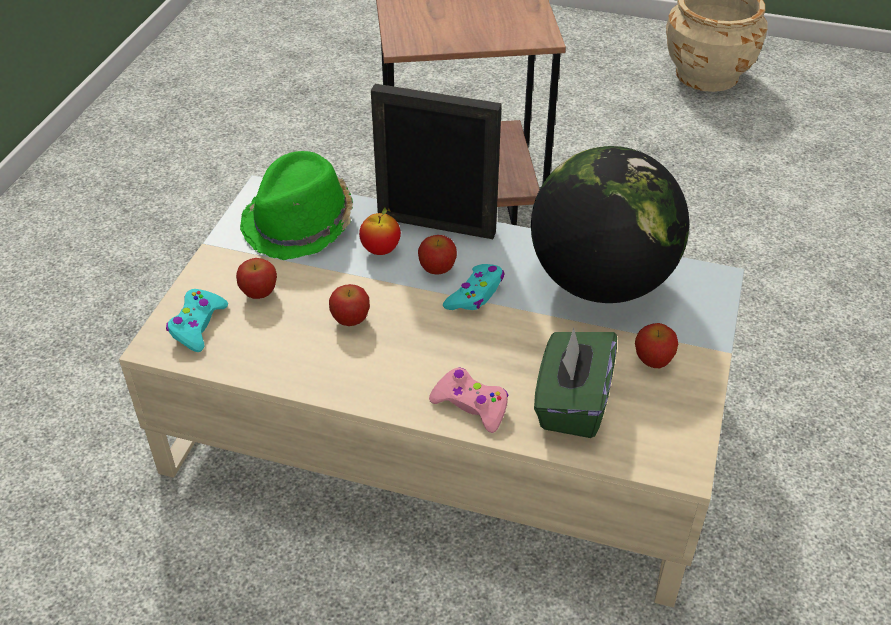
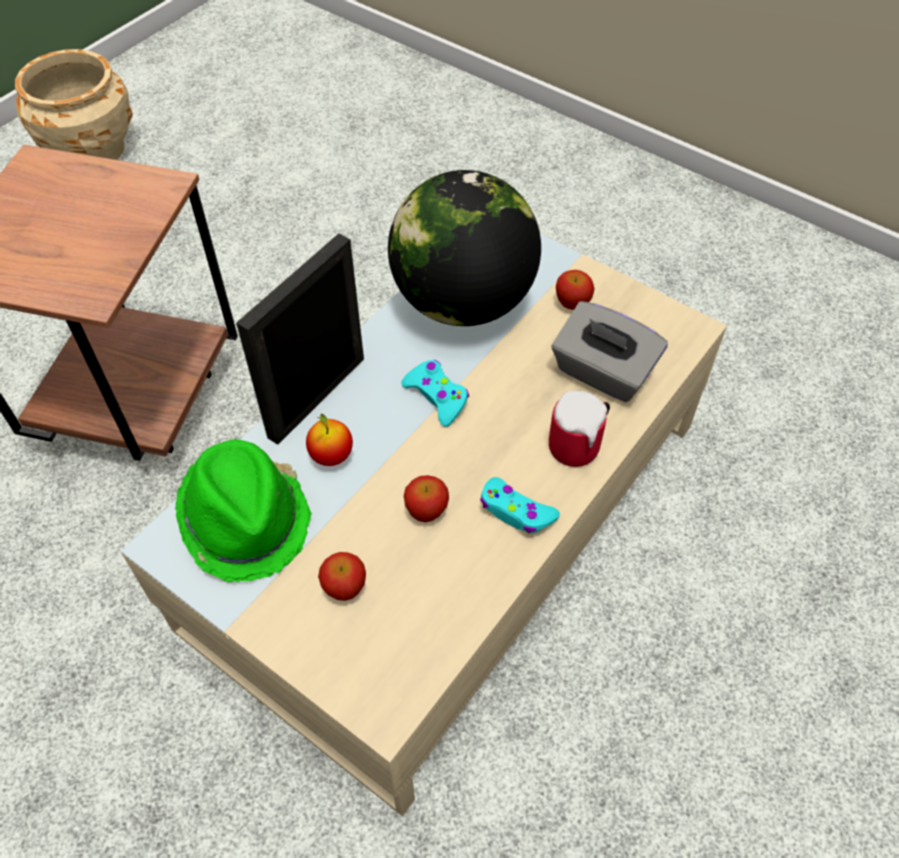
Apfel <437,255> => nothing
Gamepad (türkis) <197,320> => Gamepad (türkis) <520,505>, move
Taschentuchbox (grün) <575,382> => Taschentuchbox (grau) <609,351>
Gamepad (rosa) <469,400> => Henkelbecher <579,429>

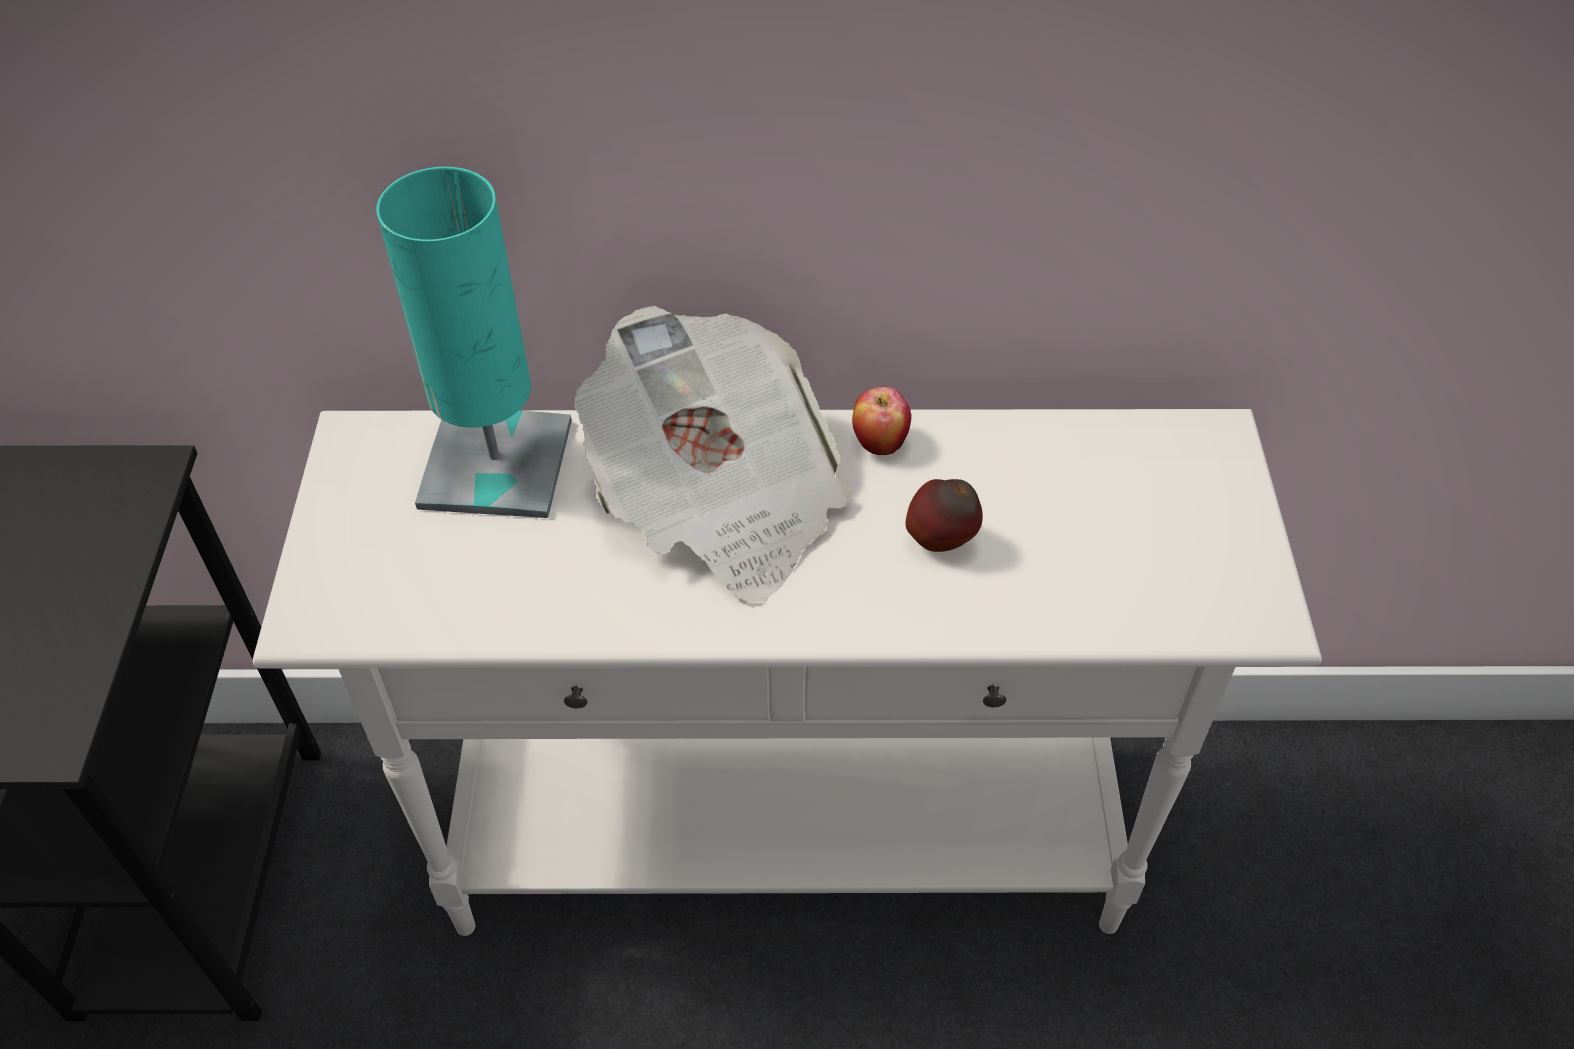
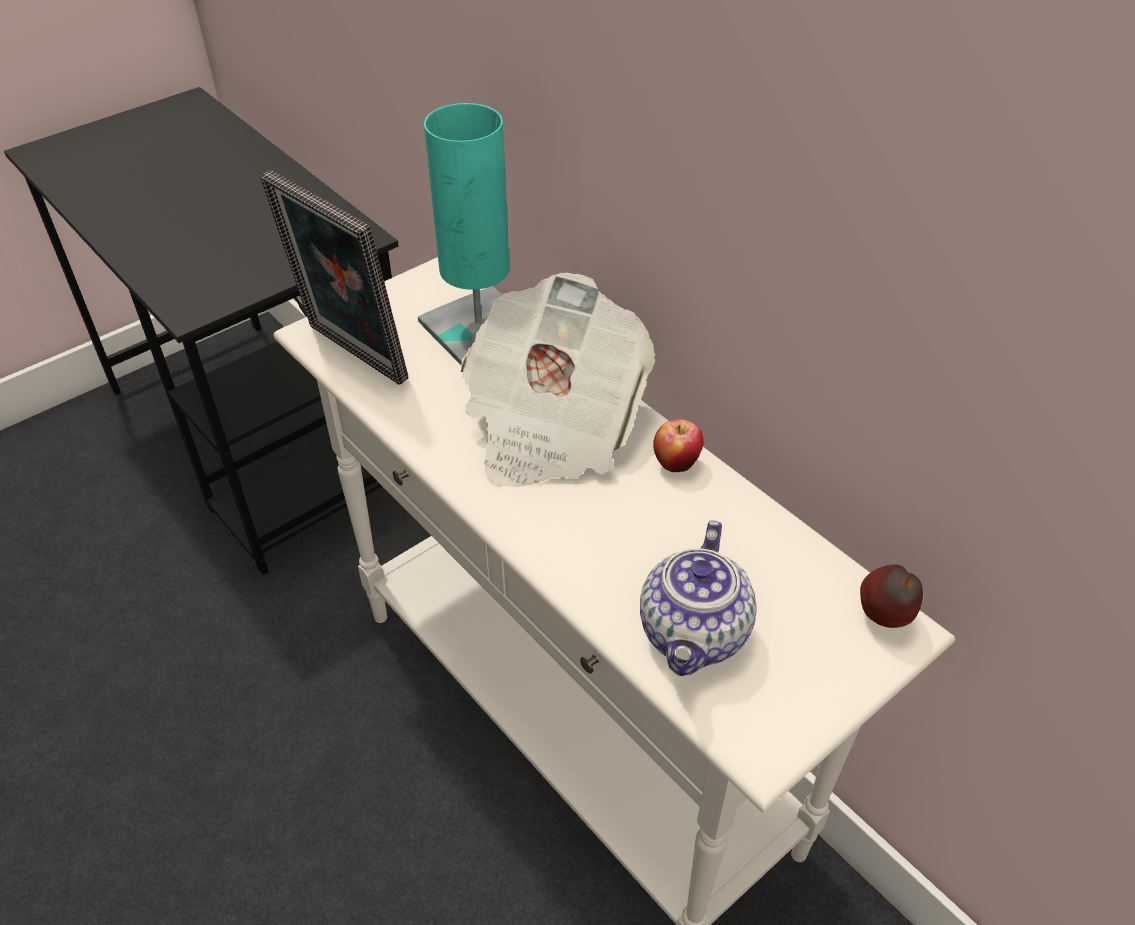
Apfel <944,515> => Apfel <891,596>, move
nothing => Bilderrahmen <334,277>
nothing => Teekanne <698,598>

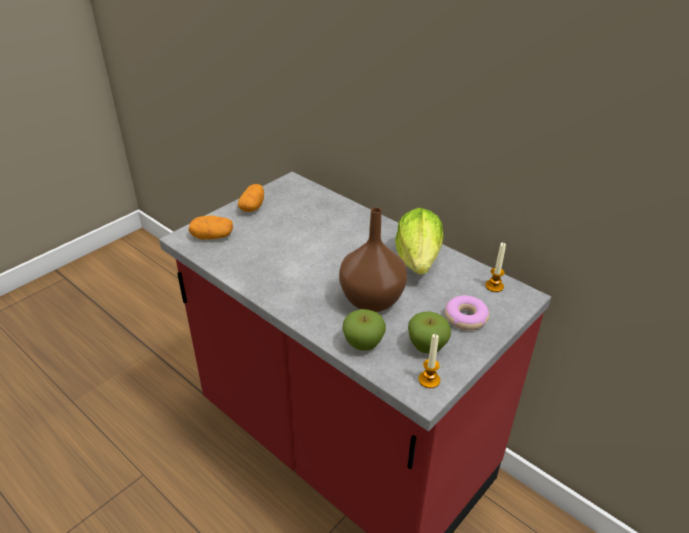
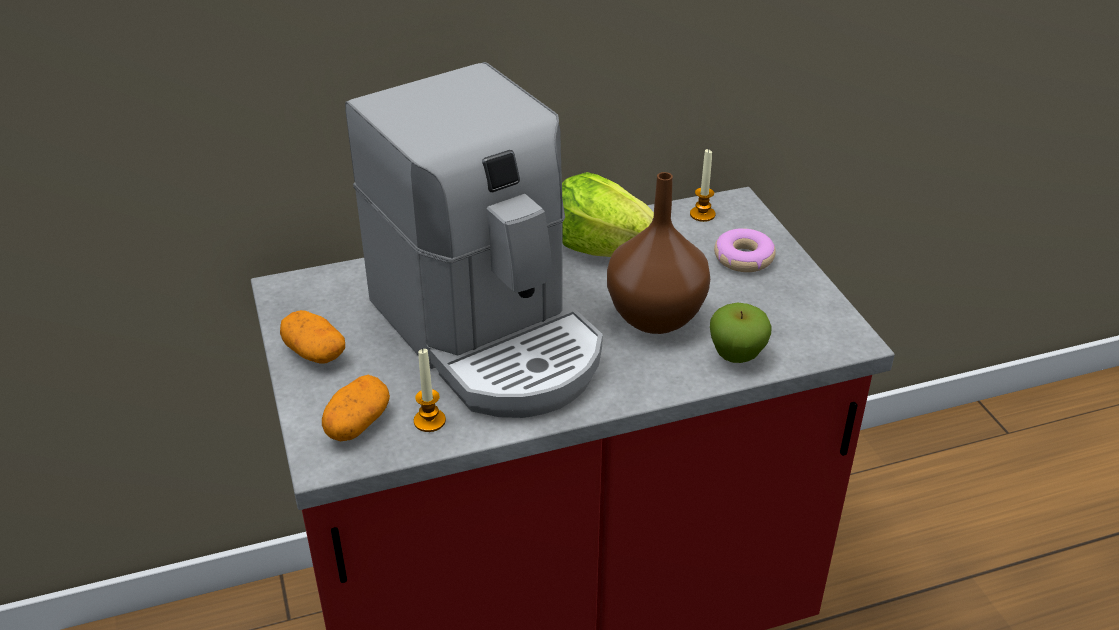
Apfel <429,332> => nothing
Kerze <429,361> => Kerze <430,390>, move
nothing => Kaffeemaschine <474,240>

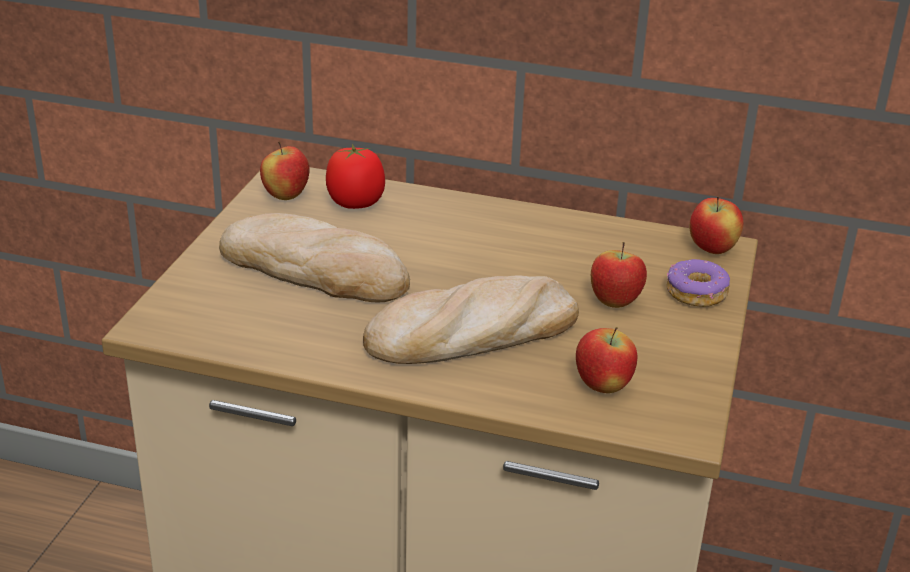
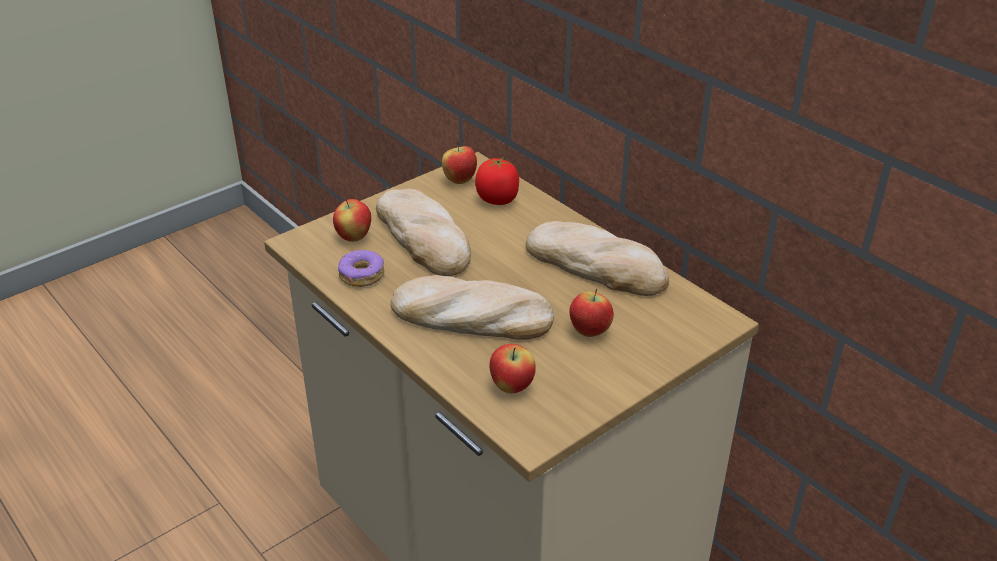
Apfel <716,225> => Apfel <352,220>, move
Donut <698,283> => Donut <361,268>, move
nothing => Brot <597,258>

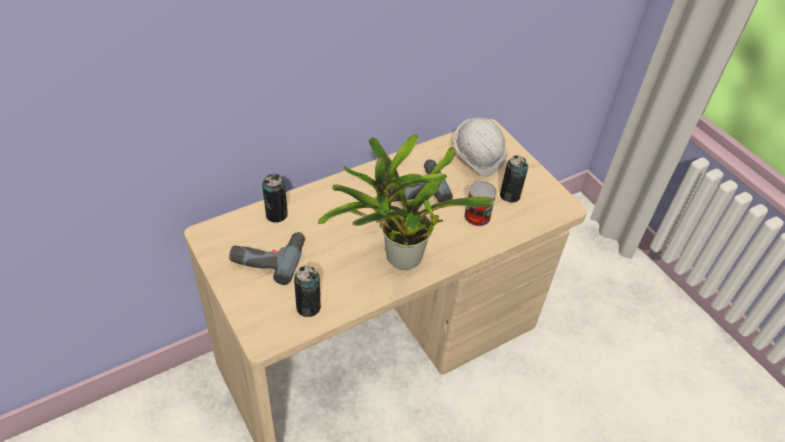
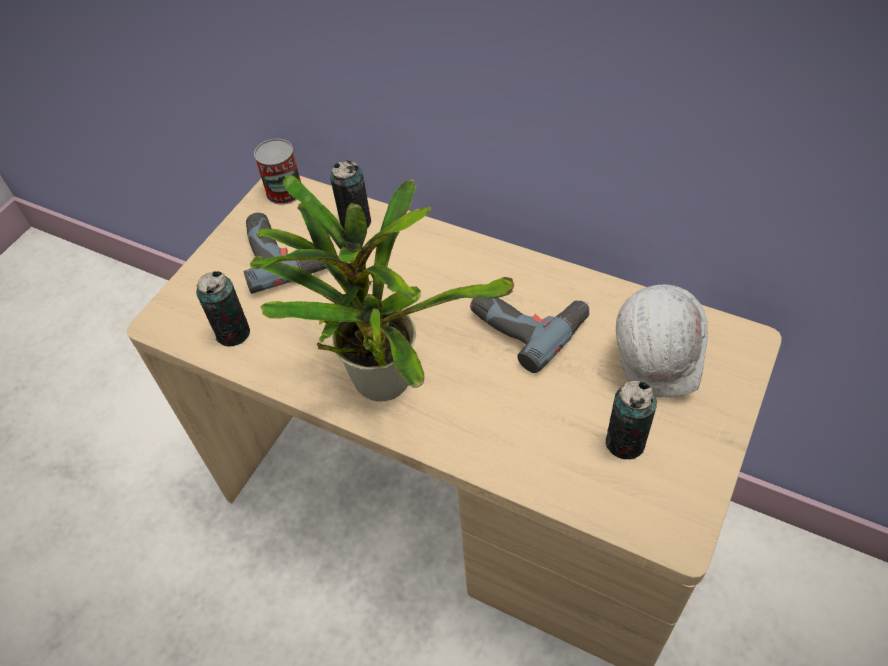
Dose <480,203> => Dose <277,172>, move

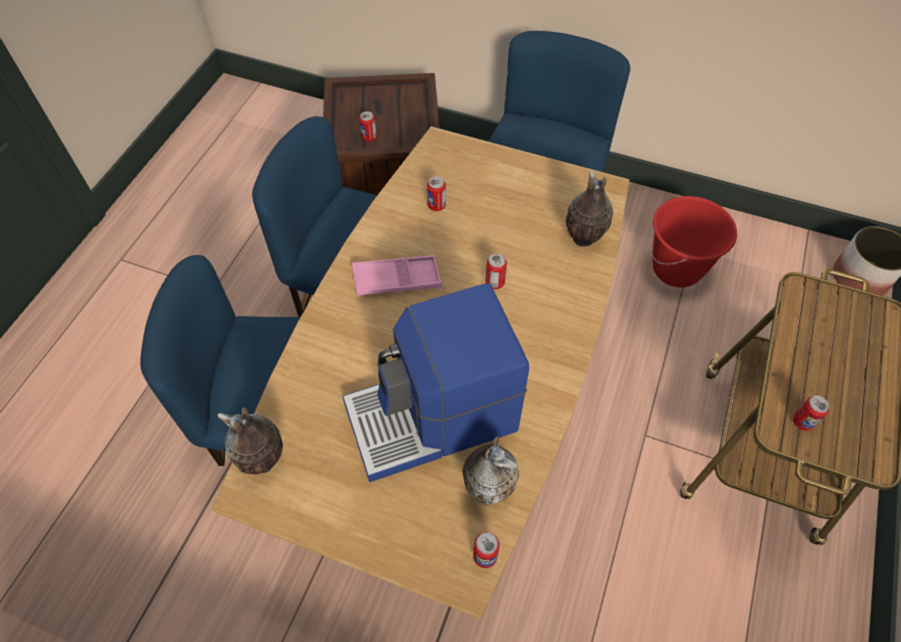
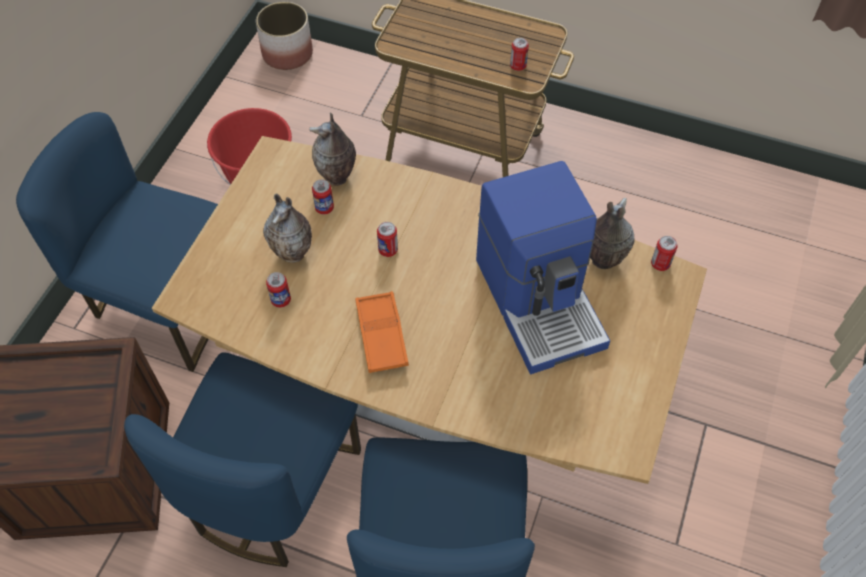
Dose <368,126> => Dose <323,197>, move
Tablett (rosa) <397,275> => Tablett (orange) <382,332>
Vase <250,441> => Vase <287,228>, move

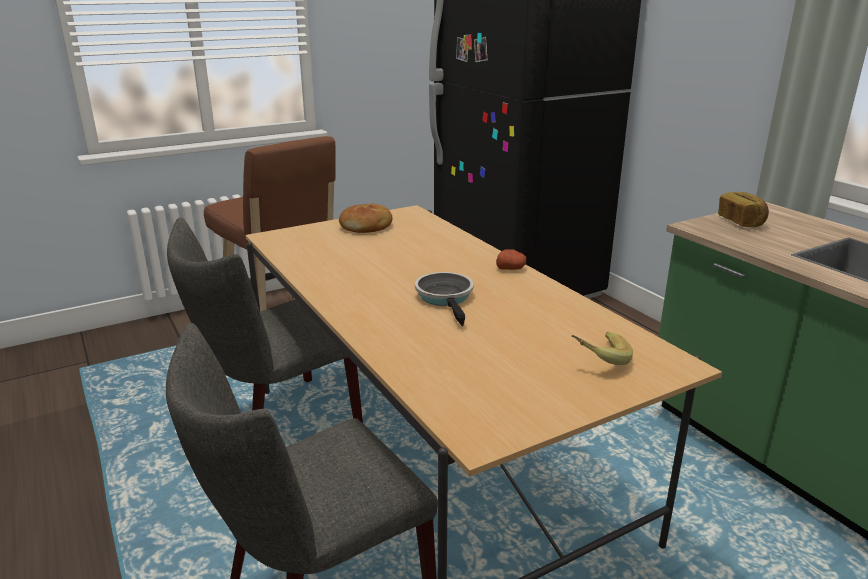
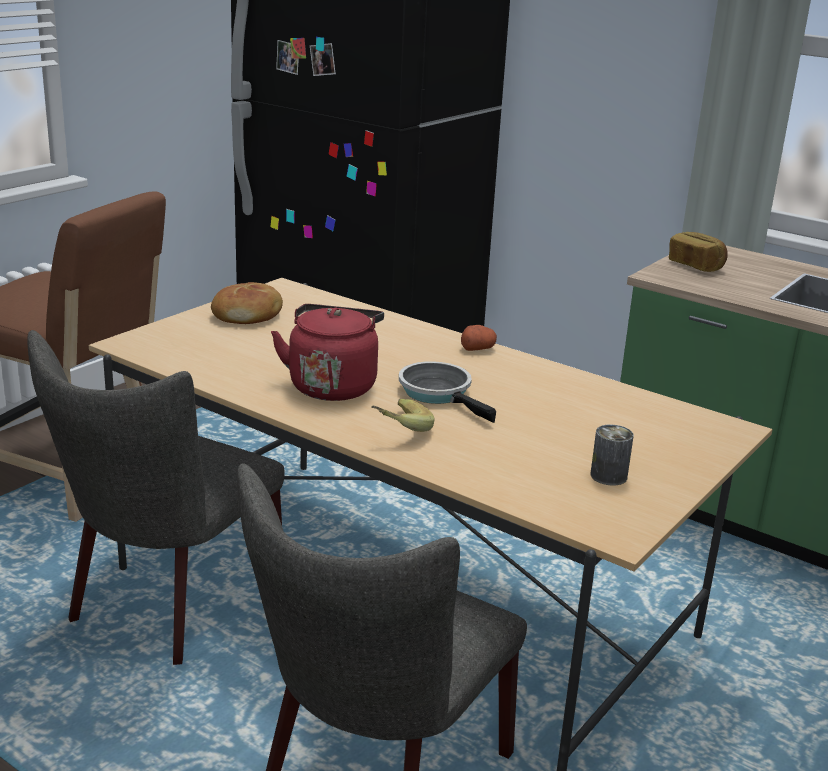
Banane <602,348> => Banane <402,415>, move
nothing => Wasserkessel (rot) <327,352>
nothing => Dose <612,455>

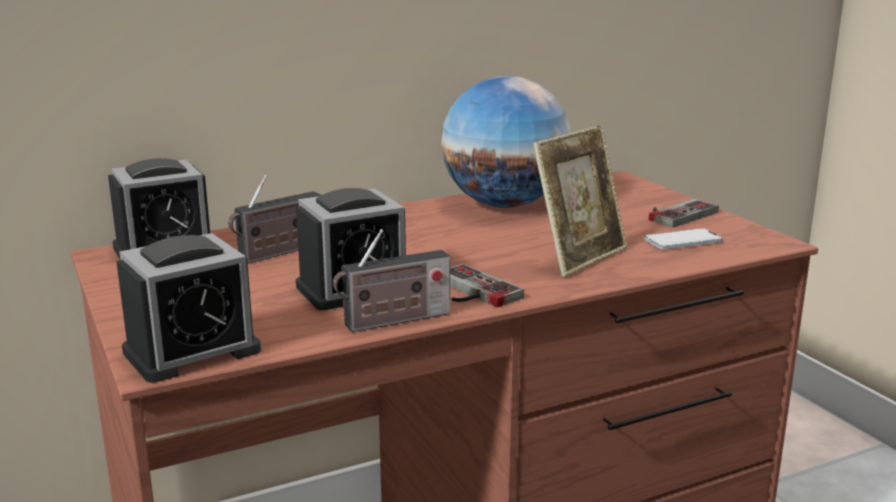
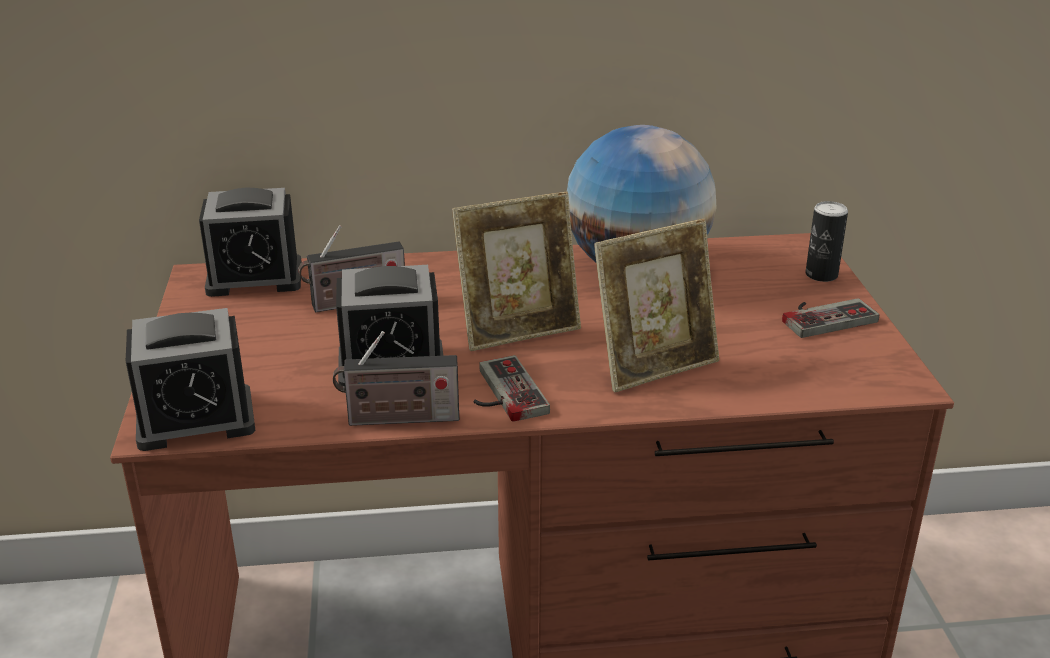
Handy <683,239> => nothing
nothing => Bilderrahmen <516,271>
nothing => Dose <826,241>

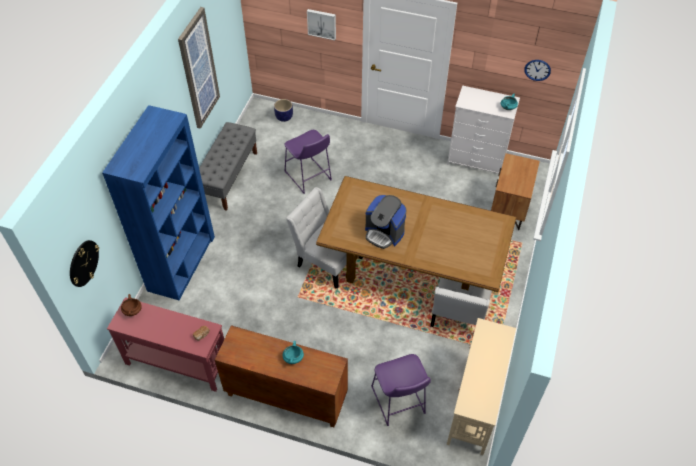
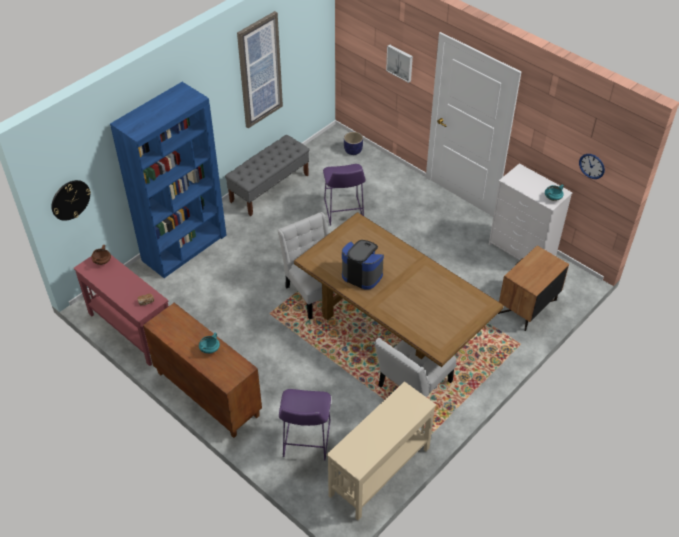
Kaffeemaschine <386,222> => Kaffeemaschine <363,265>, 150 degrees clockwise

